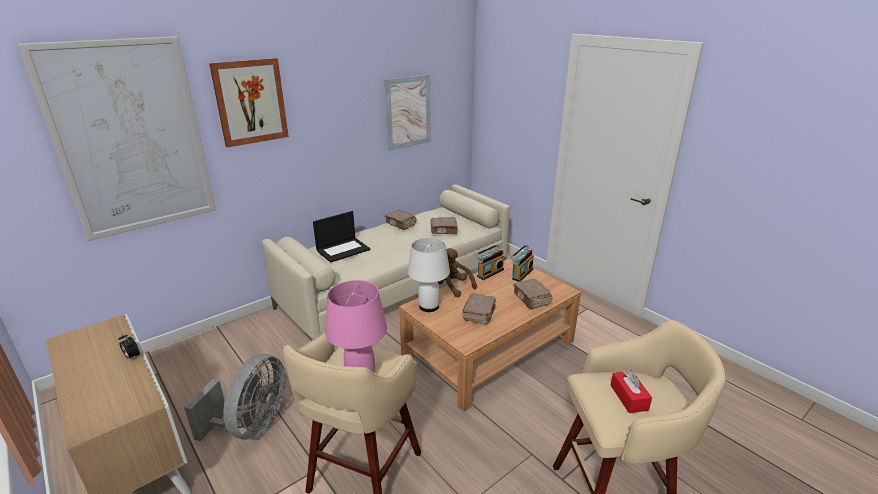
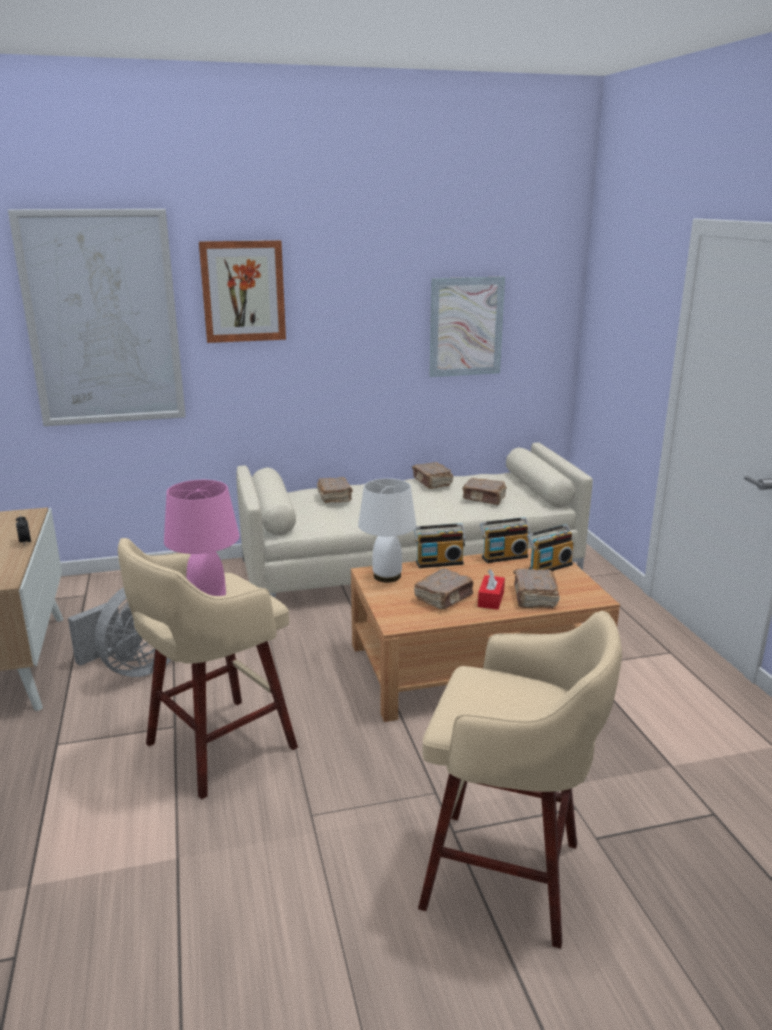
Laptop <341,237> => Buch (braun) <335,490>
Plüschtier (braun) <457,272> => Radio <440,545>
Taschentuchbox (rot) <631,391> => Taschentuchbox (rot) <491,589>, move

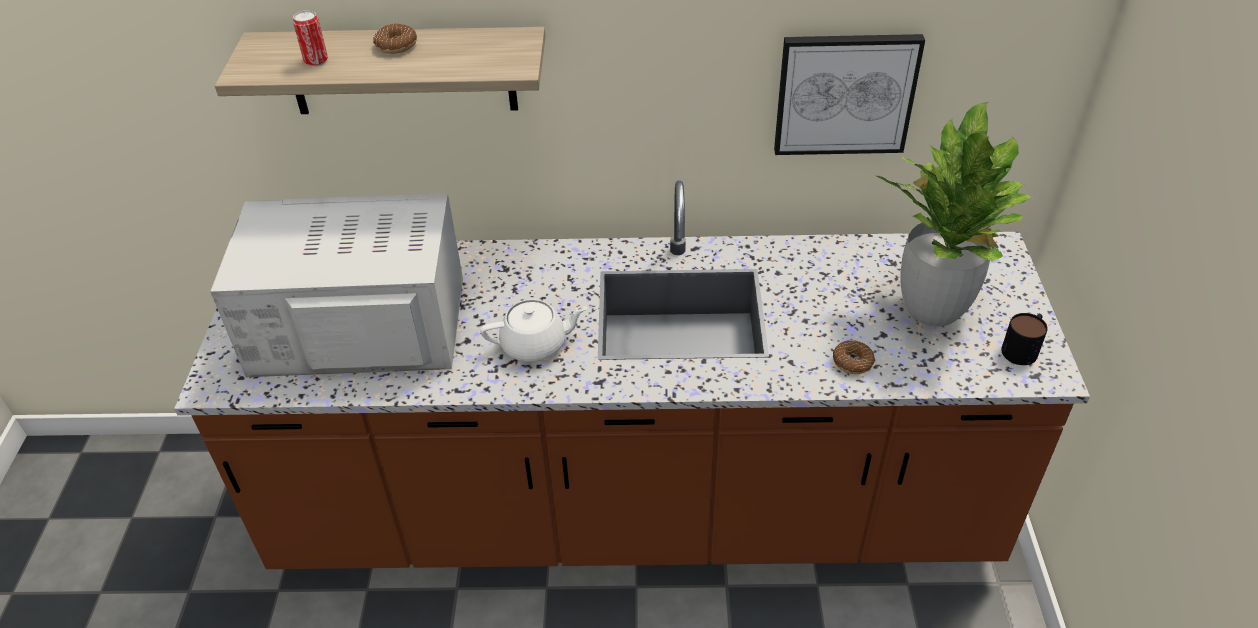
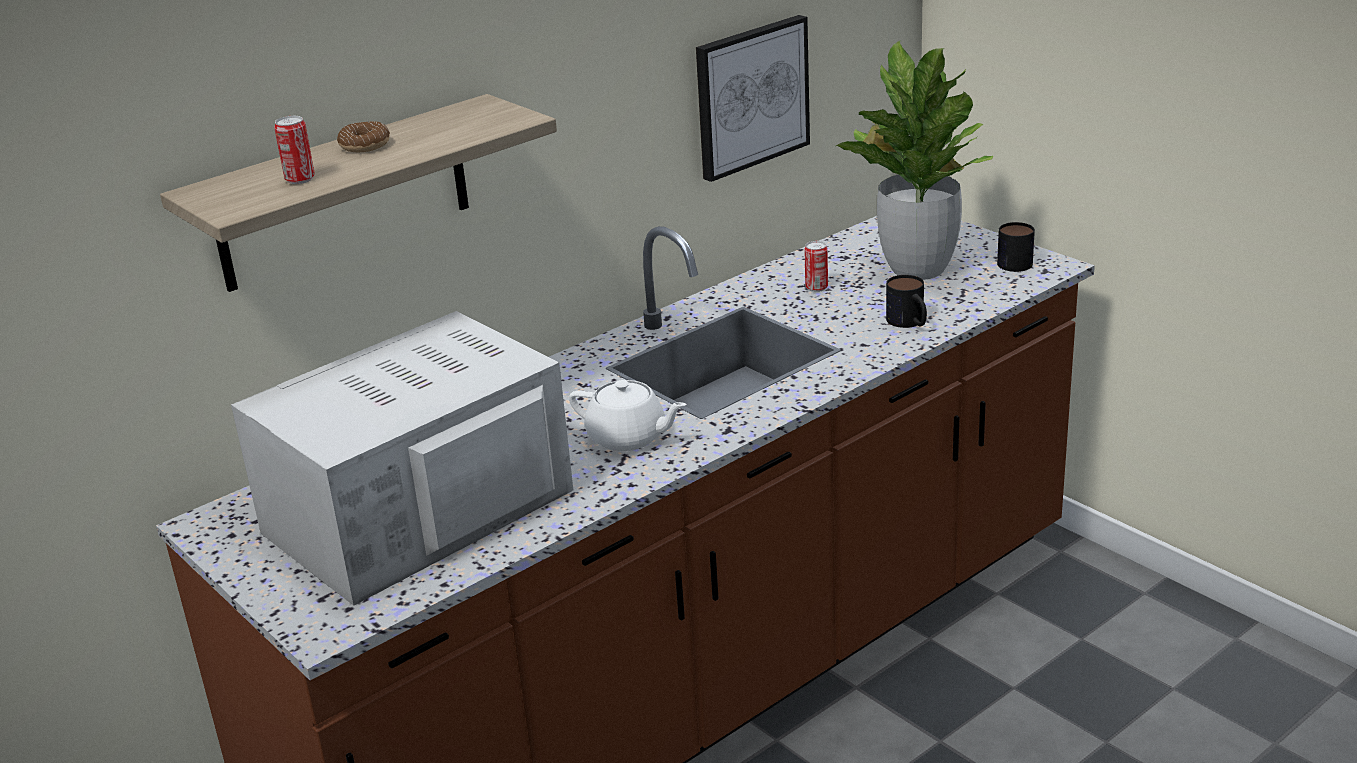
Teekanne (weiß) <534,330> => Teekanne (weiß) <628,415>, 75 degrees clockwise
Donut <854,357> => Henkelbecher <906,301>
nothing => Dose <816,266>

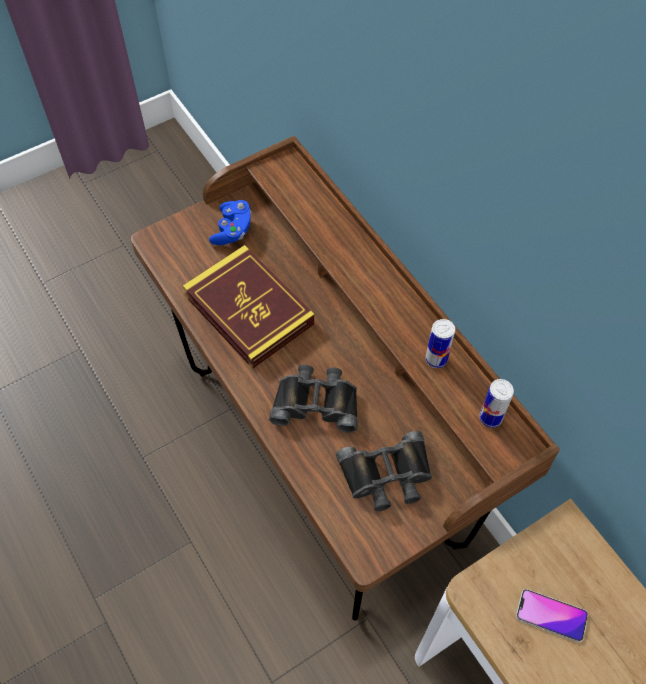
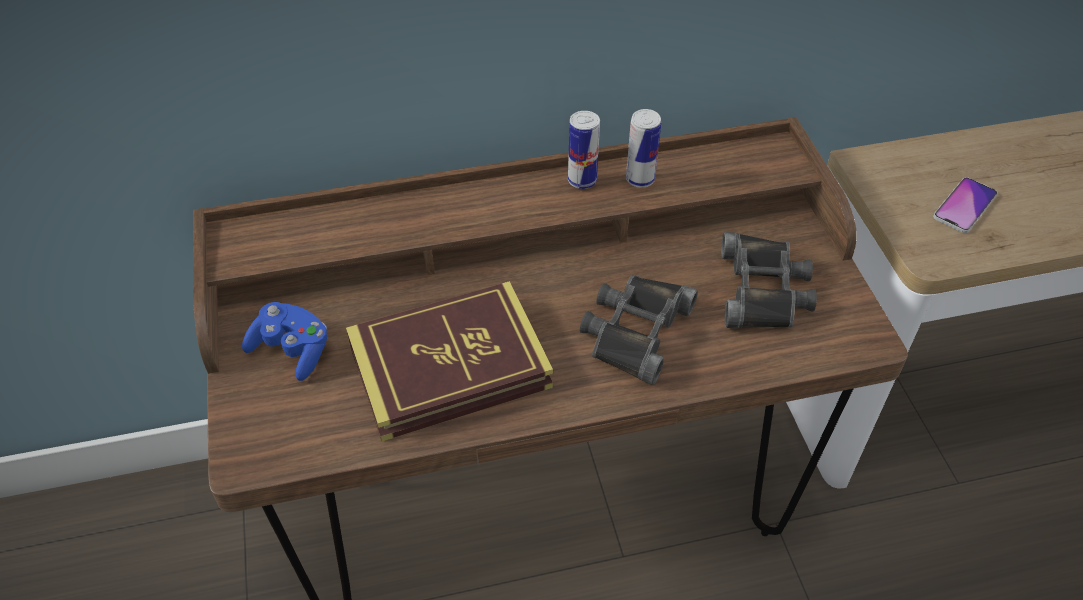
Dose <496,403> => Dose <584,150>, move

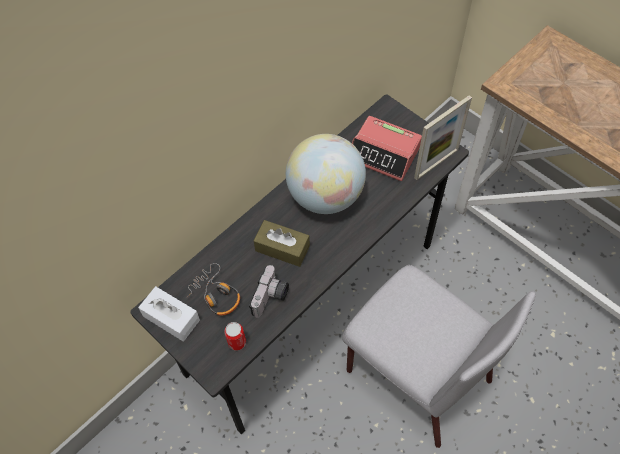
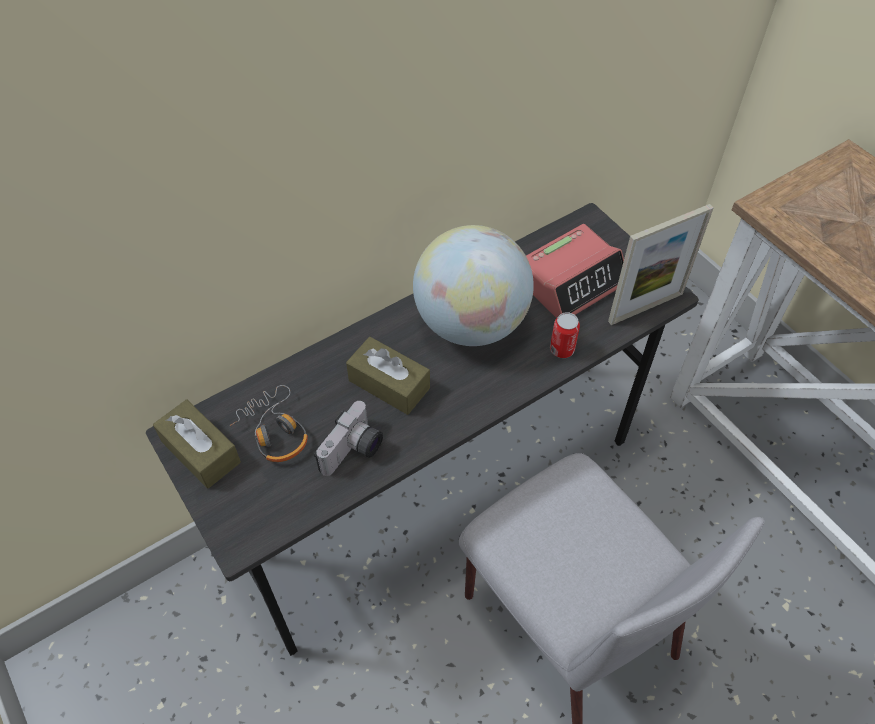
Wecker <387,148> => Wecker <575,271>, 75 degrees counterclockwise
Taschentuchbox (weiß) <169,313> => Taschentuchbox (braun) <197,444>
Dose <235,336> => Dose <565,335>, move

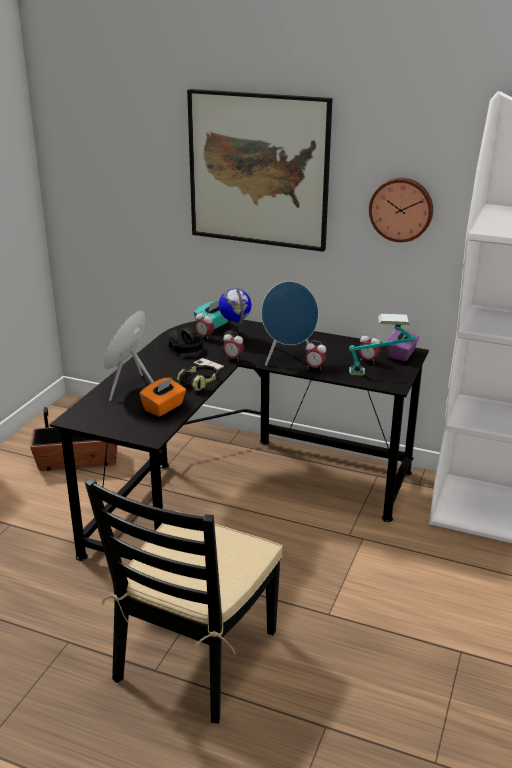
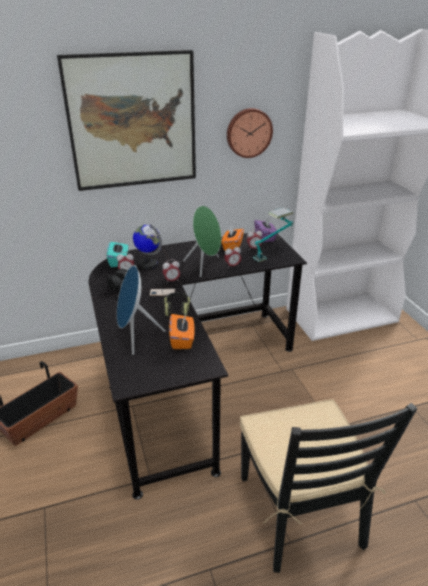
Lautsprecher (blau) <289,323> => Lautsprecher (grün) <202,241>
nothing => Taschentuchbox (orange) <232,238>

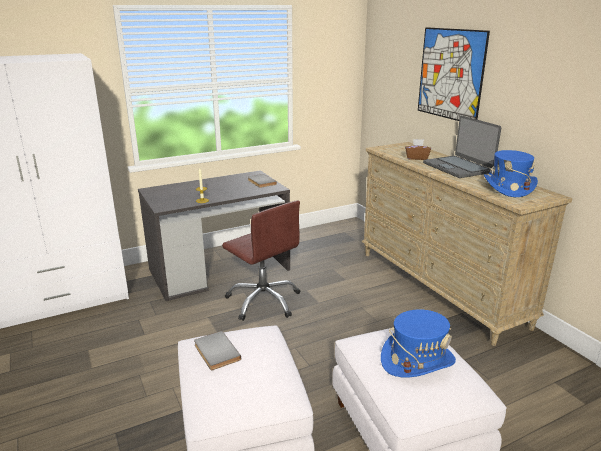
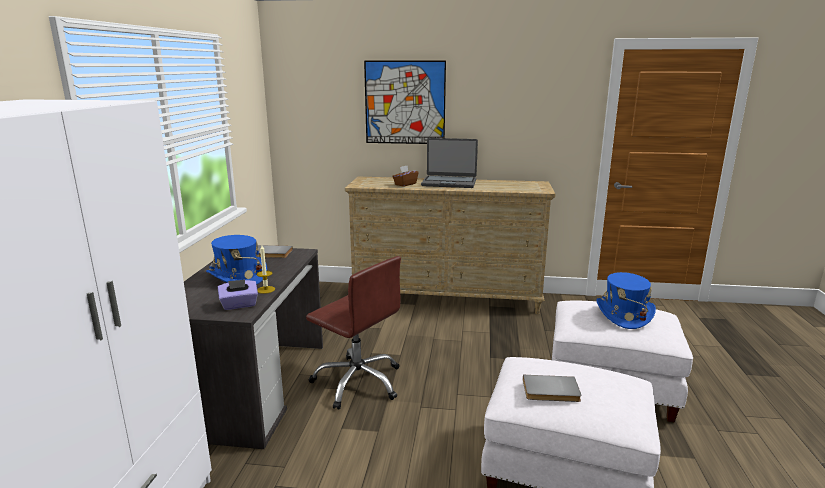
Hut (blau) <511,173> => Hut (blau) <236,260>, move
Bürostuhl (braun) <261,260> => Bürostuhl (braun) <353,333>, 45 degrees clockwise
nothing => Taschentuchbox (lila) <238,294>

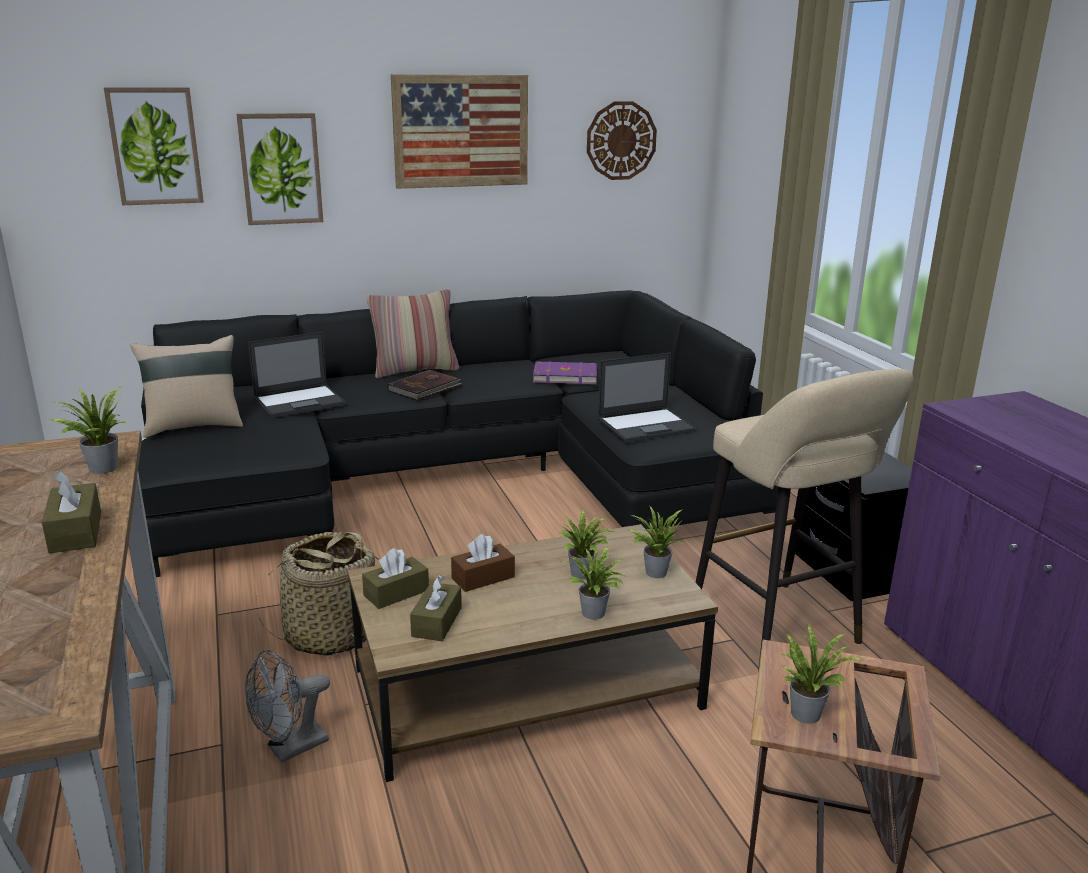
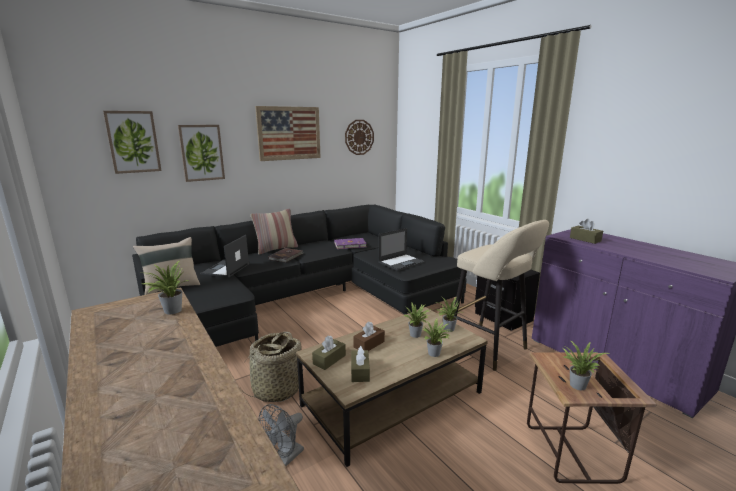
Laptop <297,375> => Laptop <224,256>, 150 degrees clockwise
Taschentuchbox (braun) <71,512> => Taschentuchbox (braun) <586,231>, move

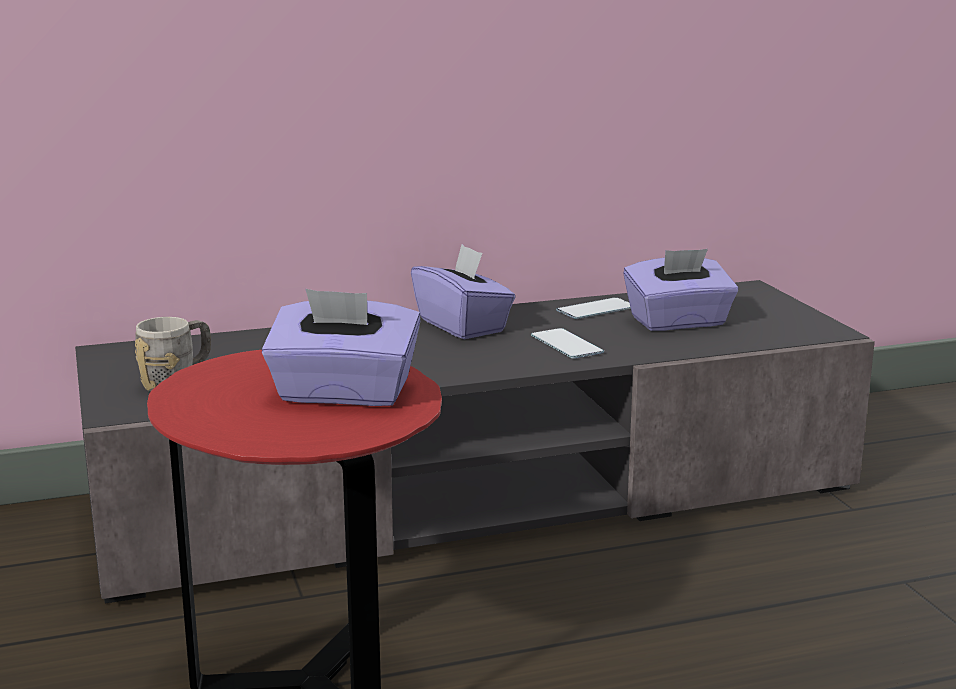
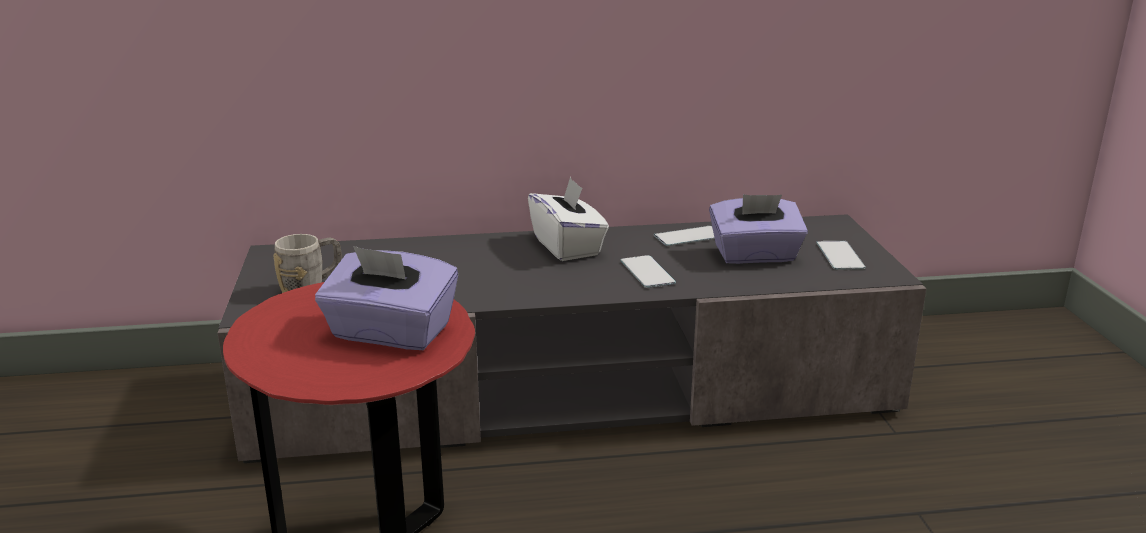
Taschentuchbox (lila) <463,291> => Taschentuchbox (weiß) <568,219>
nothing => Handy <841,255>

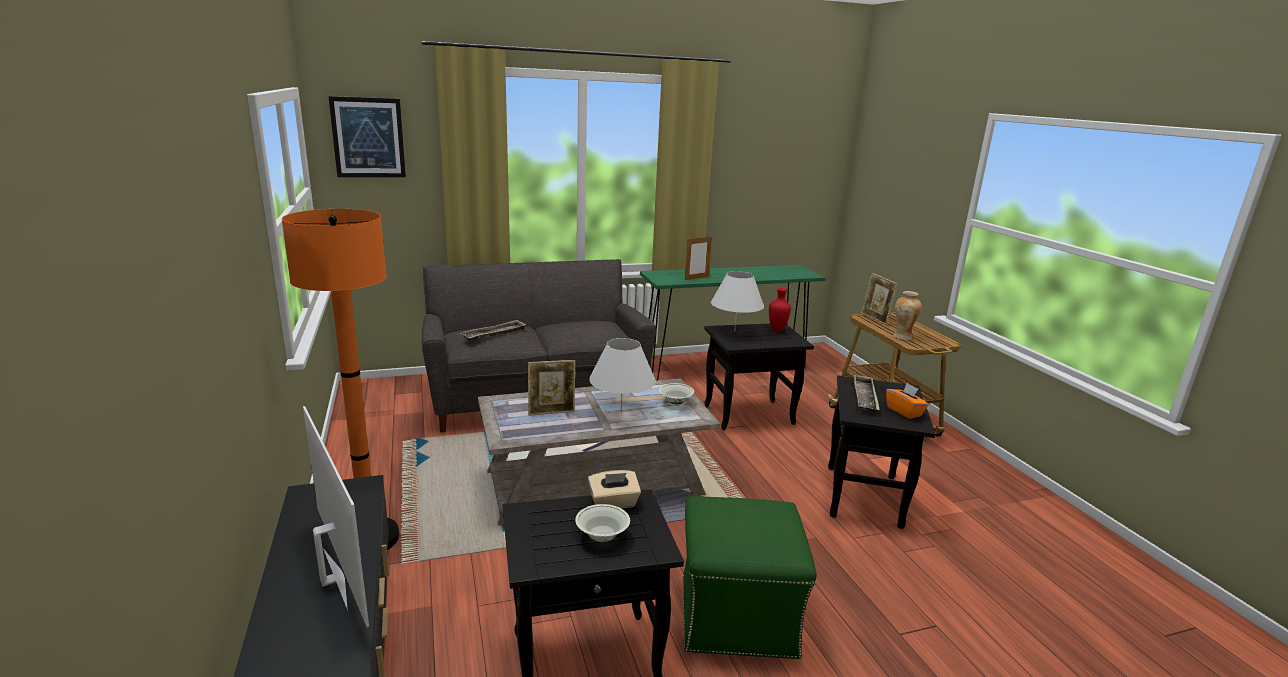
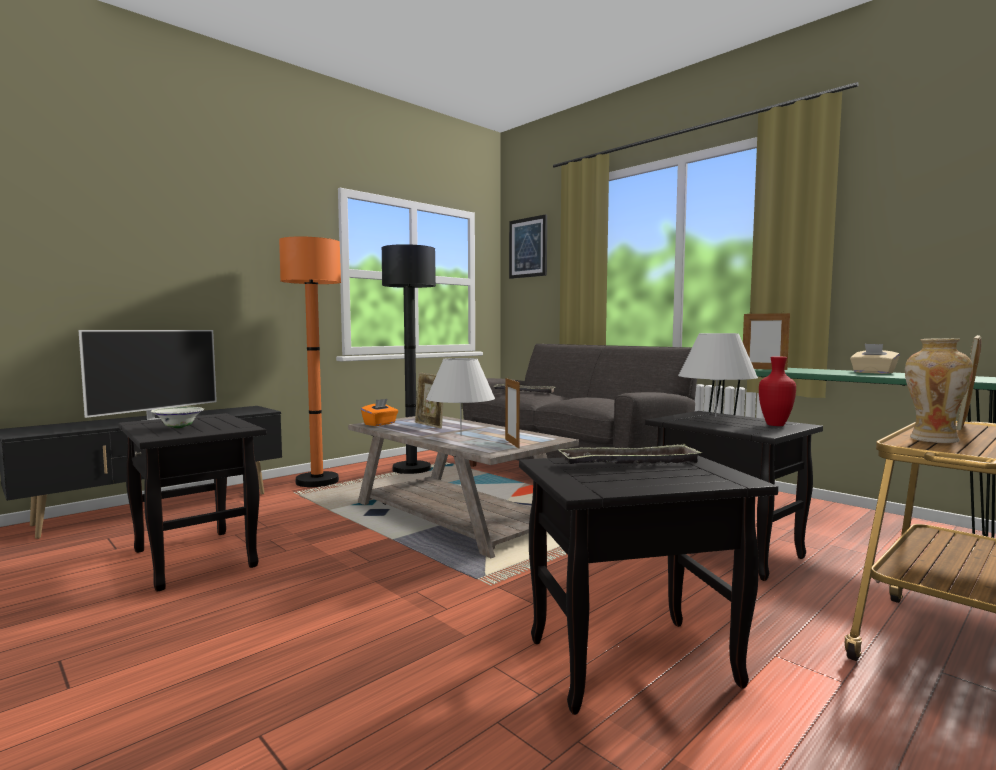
Schüssel (weiß) <676,393> => Bilderrahmen <512,413>
Taschentuchbox (orange) <907,401> => Taschentuchbox (orange) <379,412>, move
Taschentuchbox (beige) <614,489> => Taschentuchbox (beige) <875,359>, move
Polsterhocker (grün) <750,577> => nothing
nothing => Stehlampe (schwarz) <409,359>

